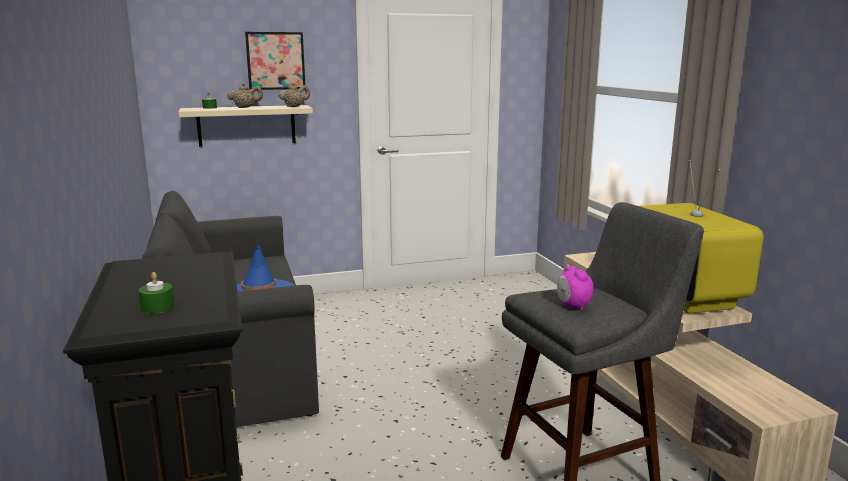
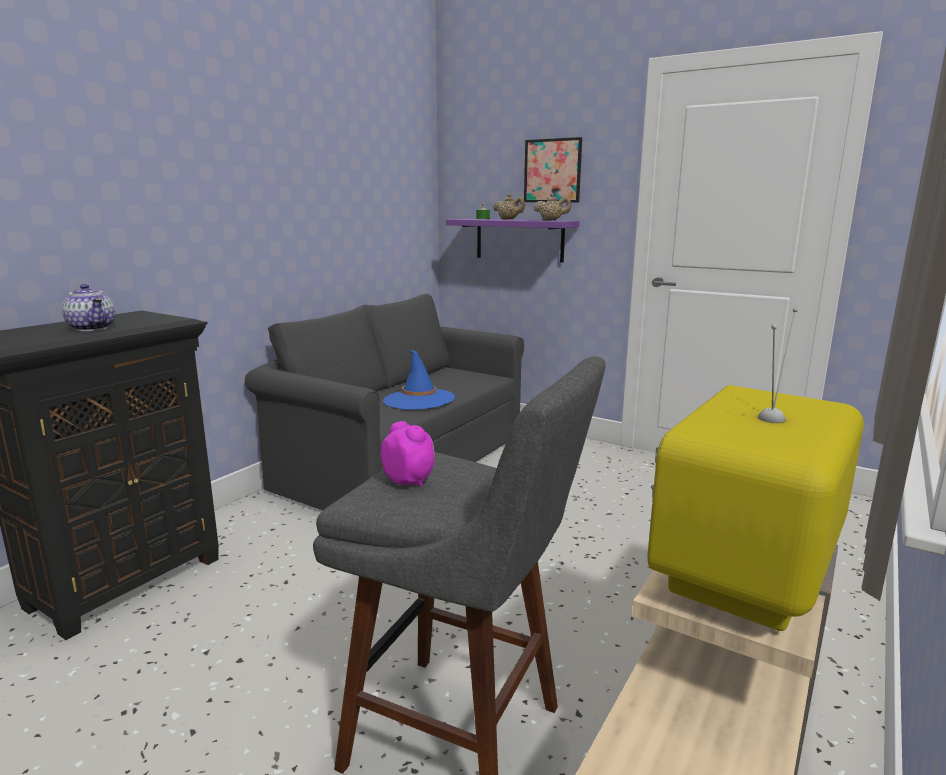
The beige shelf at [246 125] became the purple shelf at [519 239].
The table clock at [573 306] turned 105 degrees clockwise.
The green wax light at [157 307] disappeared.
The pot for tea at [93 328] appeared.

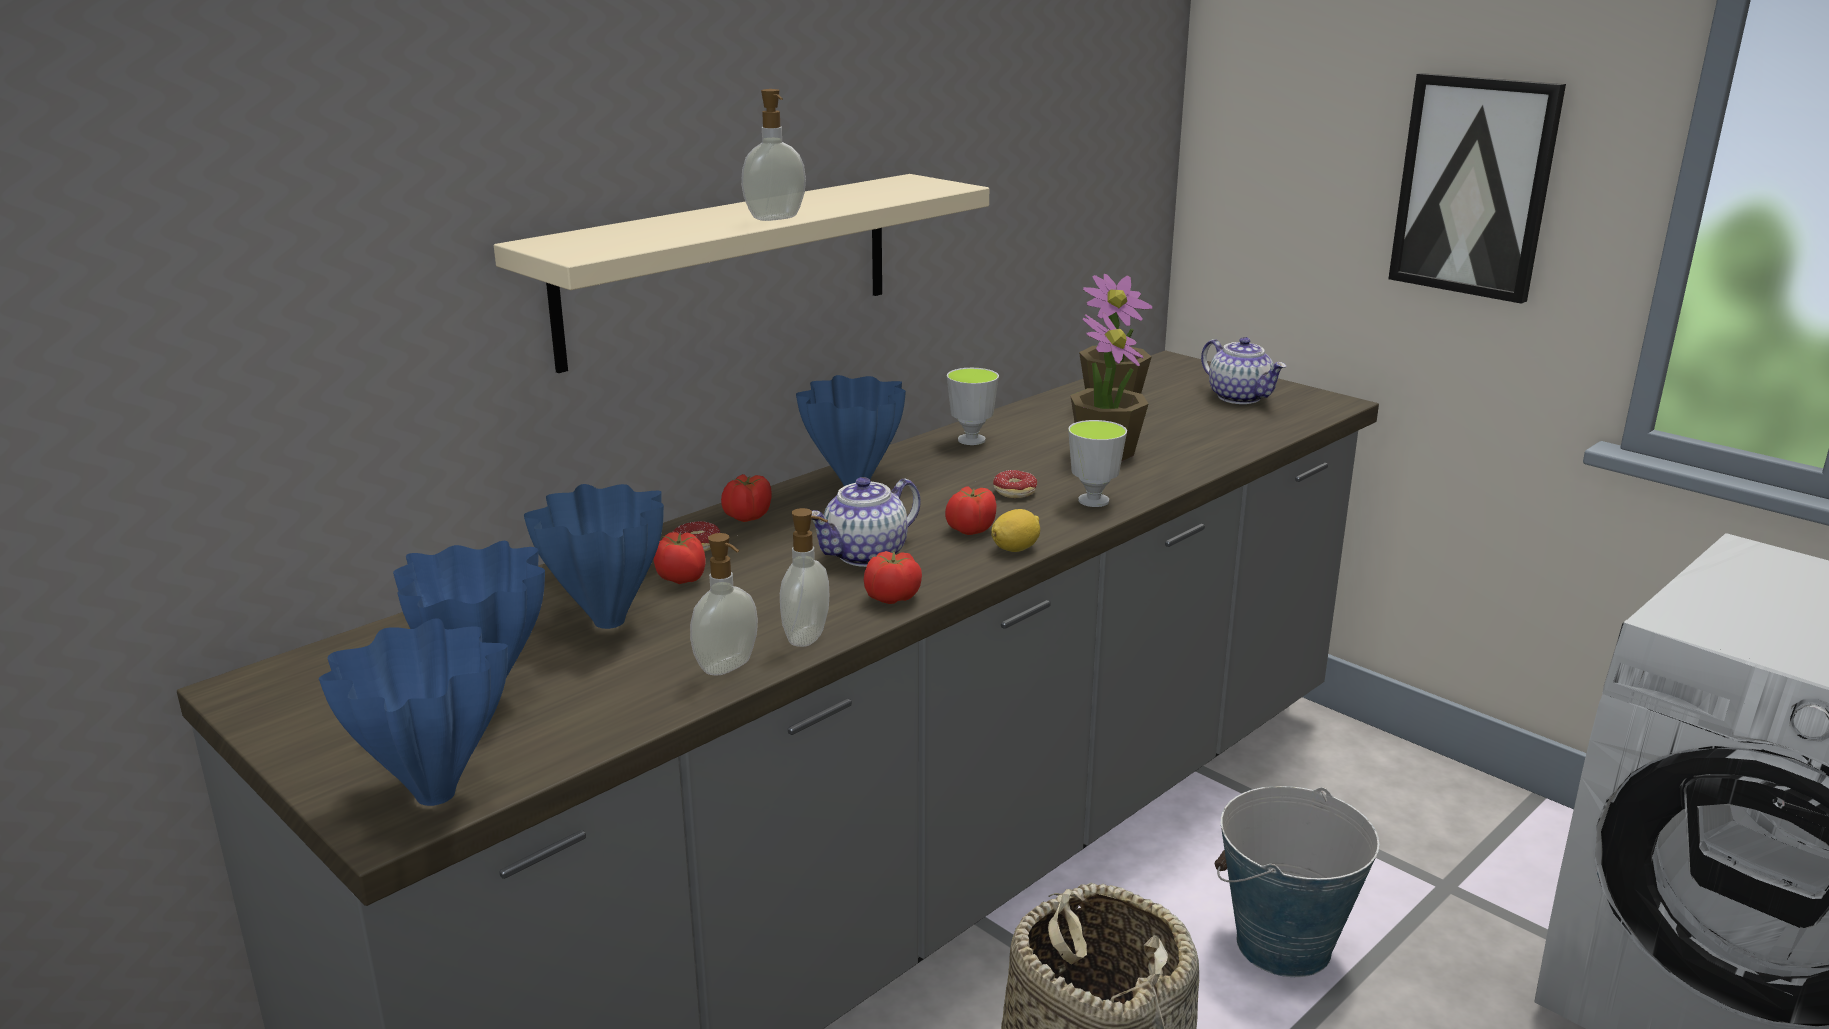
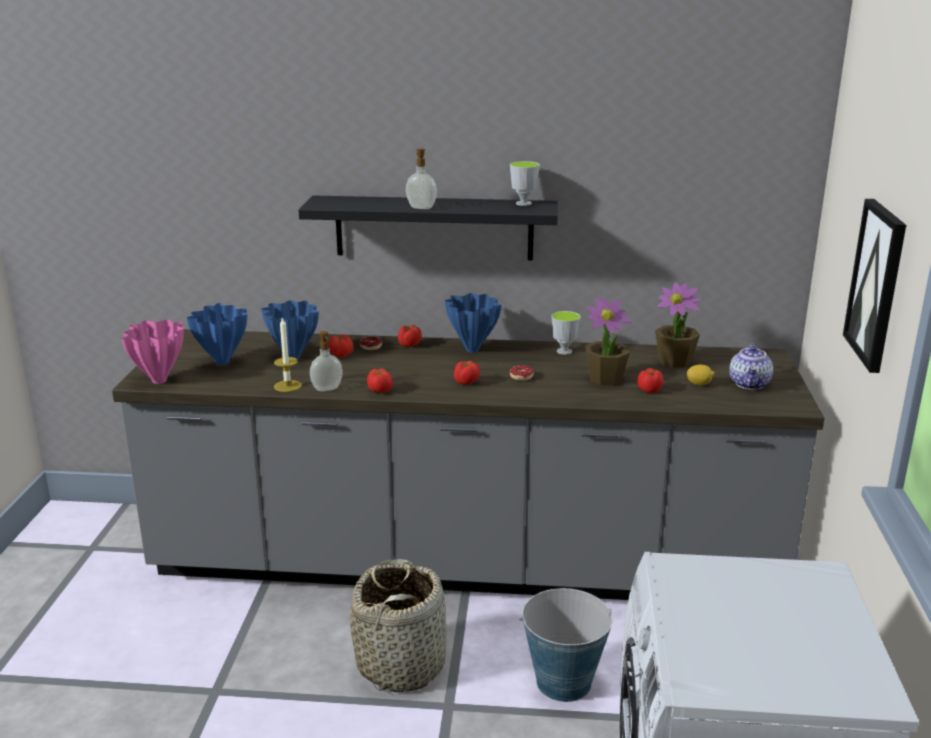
The beige shelf at [729 268] became the black shelf at [434 227].
The cup moved from [1093 501] to [523 203].
The pot for tea at [865 555] disappeared.
The citrus fruit moved from [1015 548] to [699 384].
The soap dispenser at [728 667] was replaced by the wax light at [287 386].
The blue-coloured decorative vase at [436 792] became the pink-coloured decorative vase at [160 380].
The tomato at [650 390] appeared.

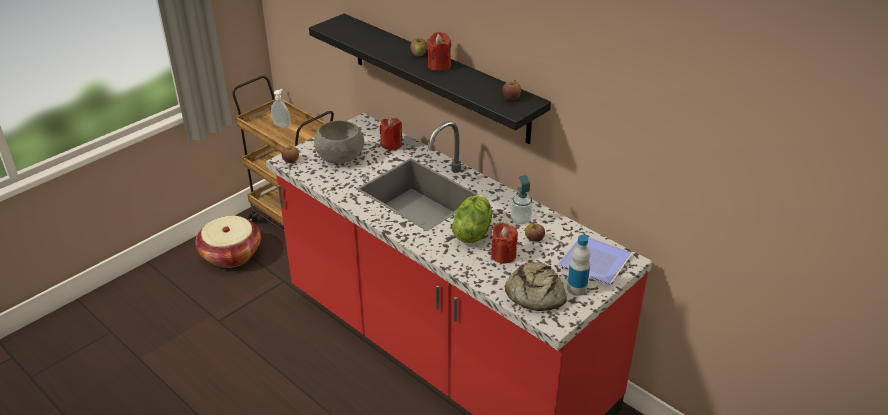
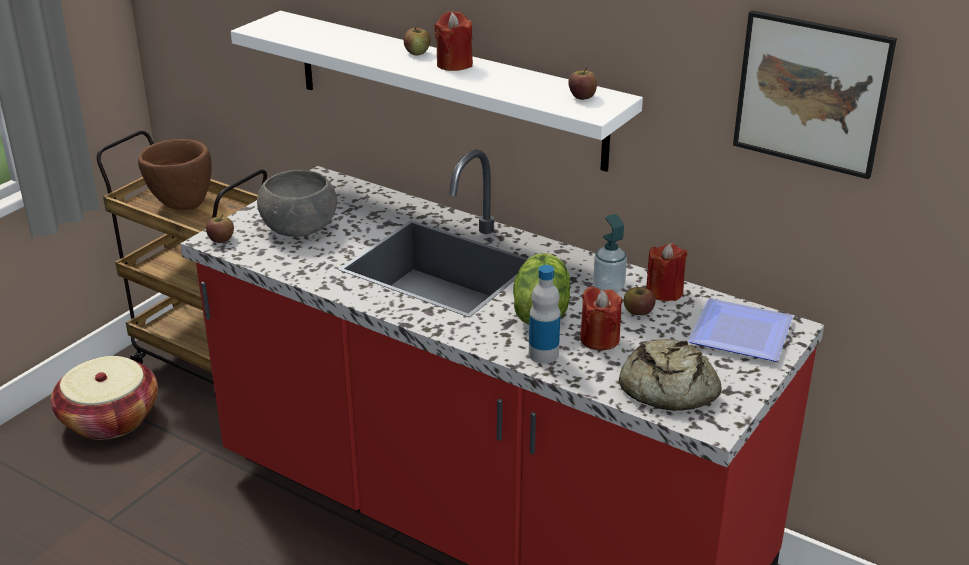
The black shelf at [438 77] became the white shelf at [446 88].
The soap dispenser at [282 125] was replaced by the brownish bowl at [181 203].
The red-coloured wax light moved from [391 145] to [664 292].
The bottle moved from [576 289] to [543 354].
The wall picture at [811 93] appeared.

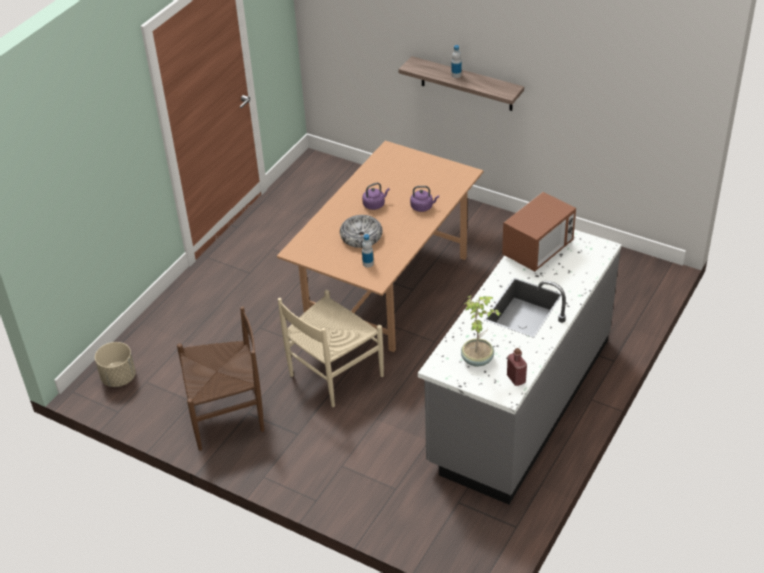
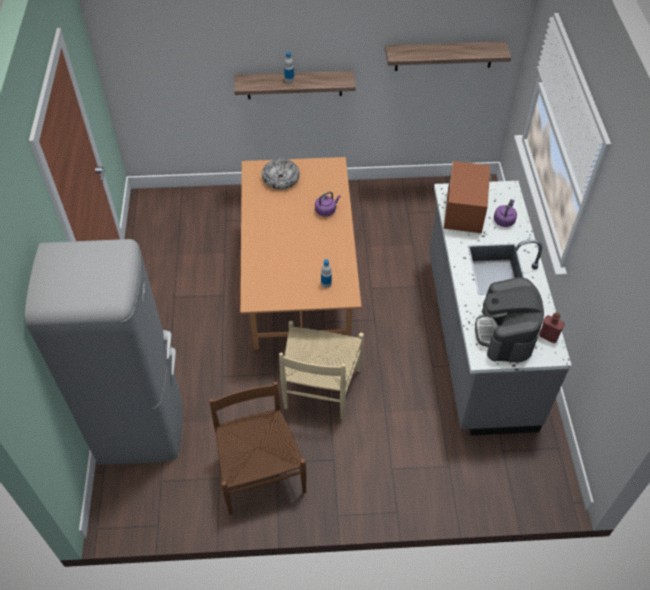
The purple tea kettle moved from [375 204] to [504 220].
The bowl moved from [361 236] to [280 178].
The potted plant at [478 359] was replaced by the coffee brewer at [505 333].
The brownish chair at [227 415] turned 60 degrees counterclockwise.
The beige plant pot at [118 377] disappeared.
The shelf at [444 56] appeared.
The grey refrigerator at [143 427] appeared.

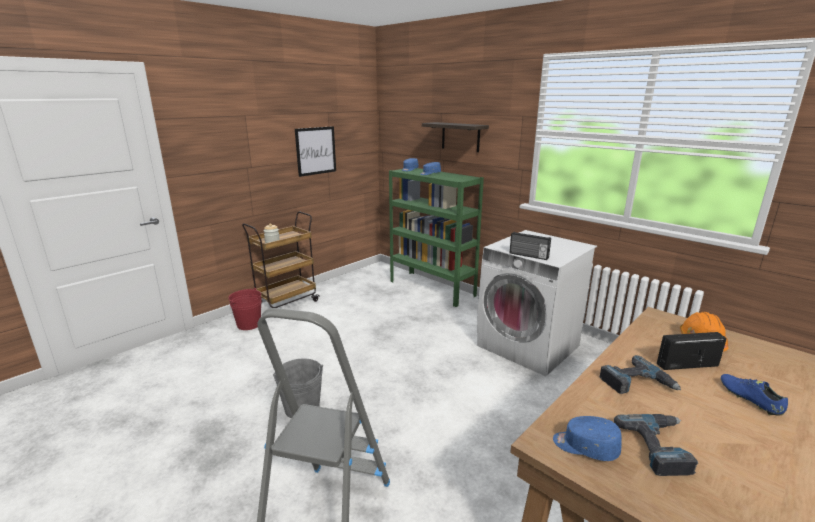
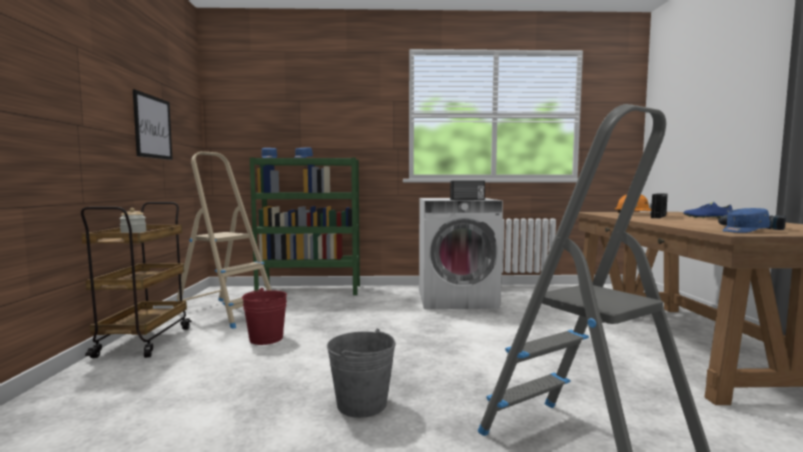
The shelf at [460 137] disappeared.
The red-coloured bucket moved from [249 324] to [266 338].
The drill at [636 383] disappeared.
The beige step stool at [227 313] appeared.

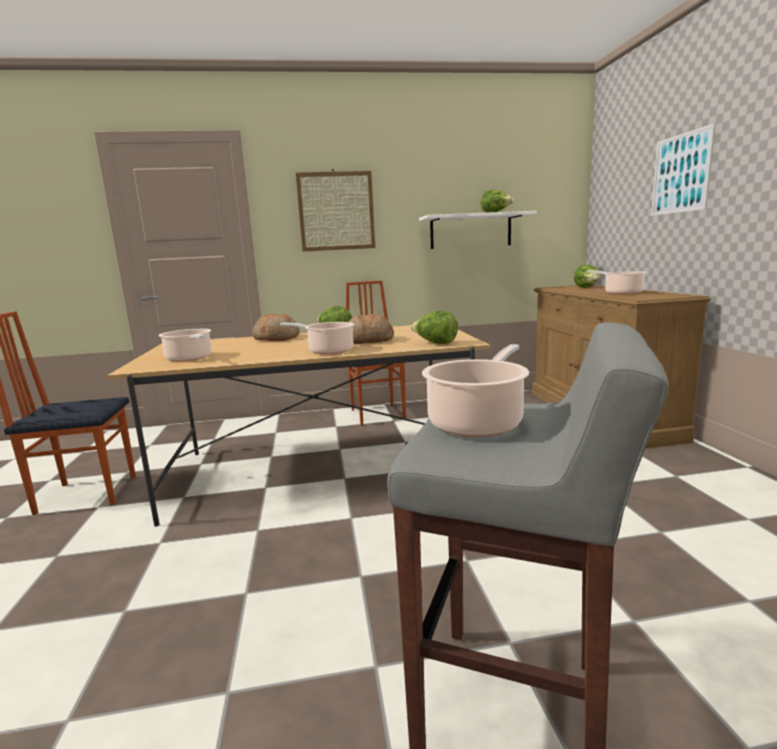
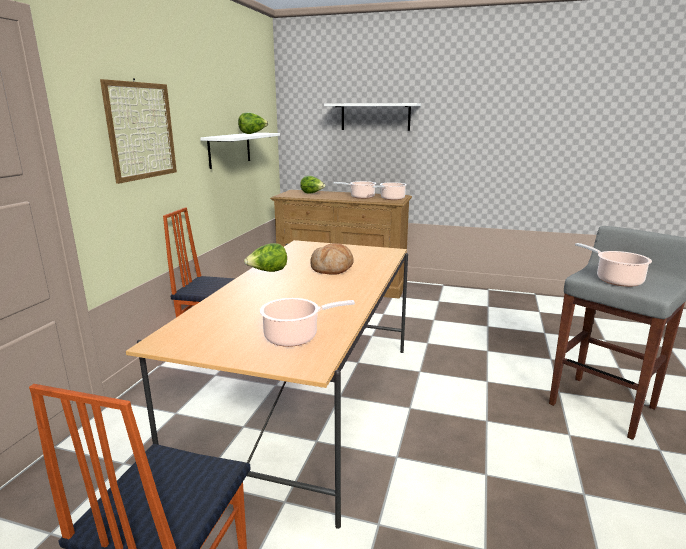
The wall picture at [680 173] was replaced by the white shelf at [375 117].
The lettuce head at [435 343] disappeared.
The baked bread at [277 338] disappeared.
The cooking pot moved from [328 351] to [391 199].

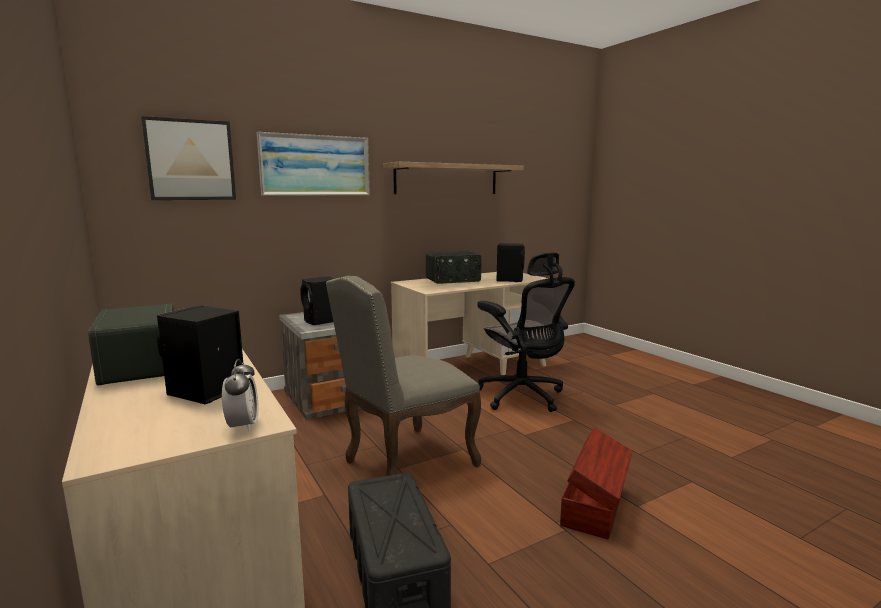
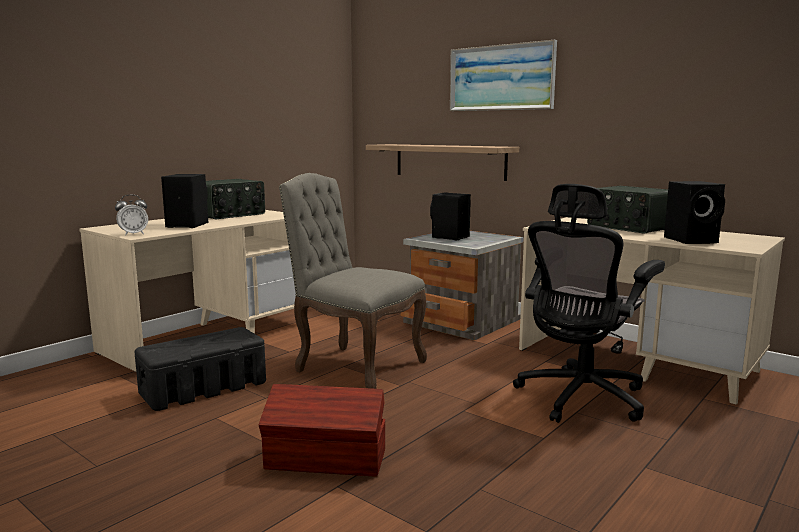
The wall picture at [190 160] disappeared.
The shelf moved from [447 179] to [449 161].

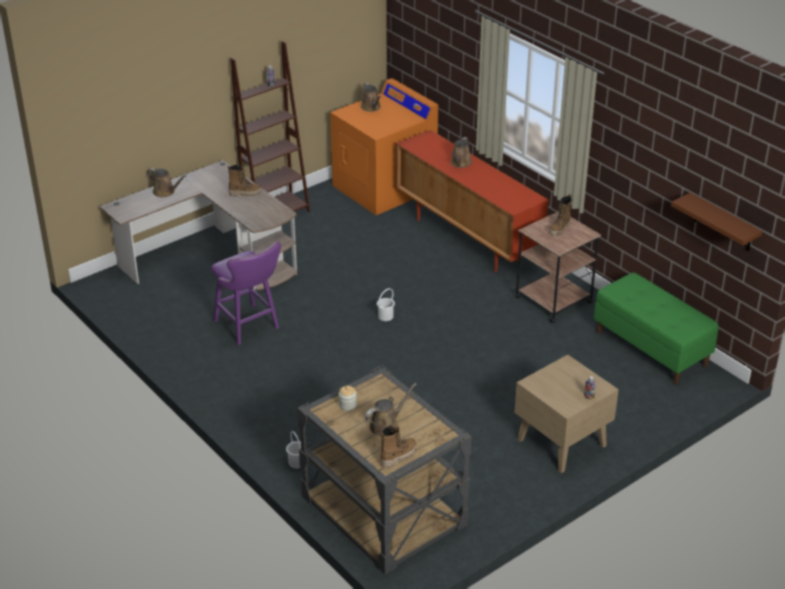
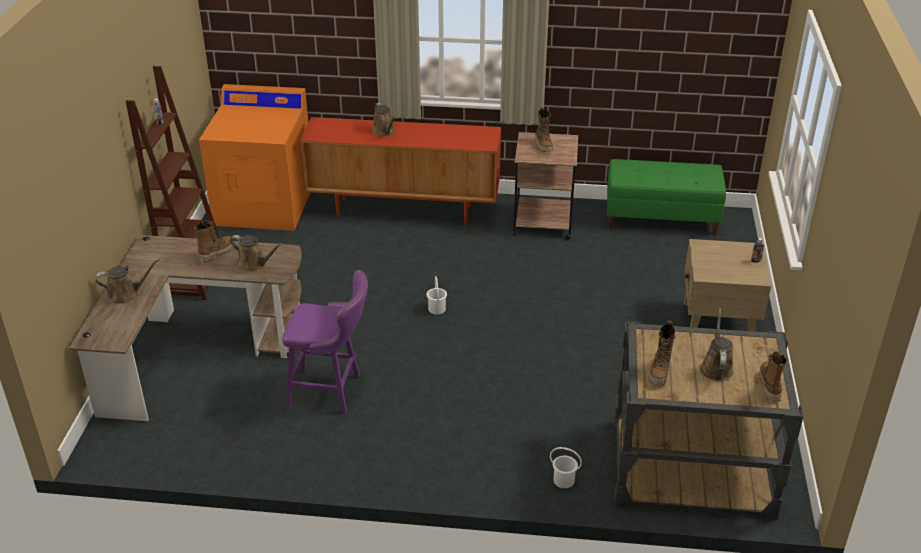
The brownish watering pot moved from [371 108] to [254 264].
The brownish shelf at [723 223] disappeared.
The jar at [347 405] was replaced by the high-top boot at [660 372].

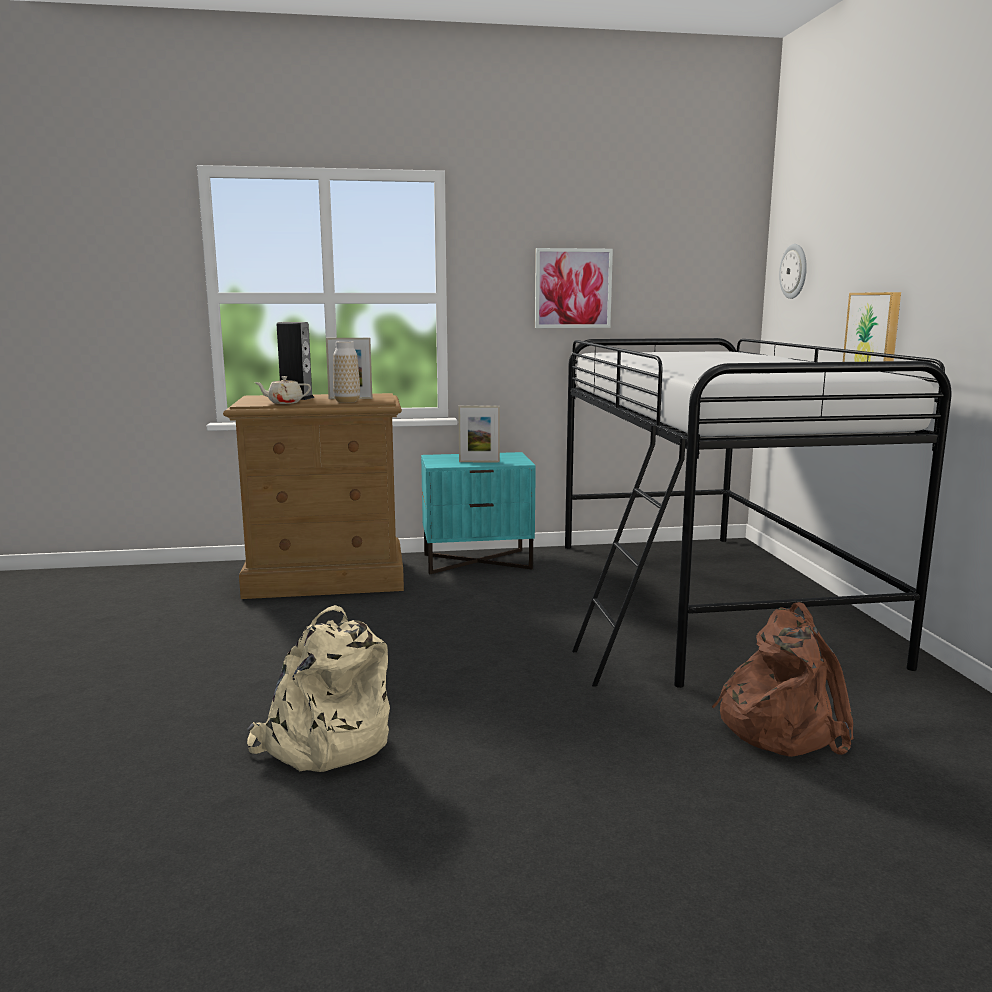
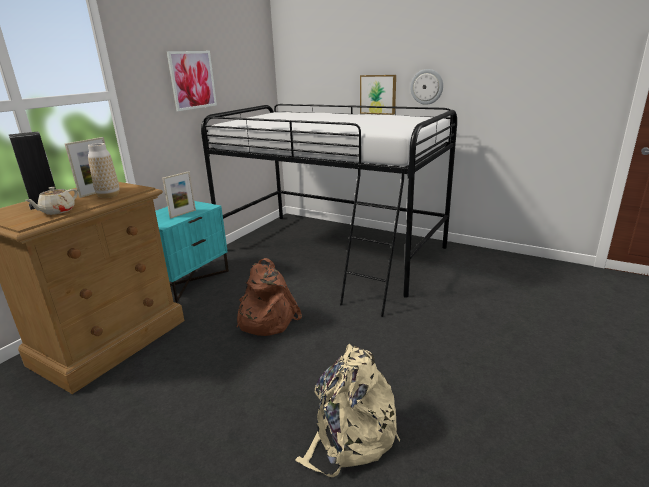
The wall clock moved from [794 271] to [427 86].
The brownish knapsack moved from [780 726] to [265 319].

